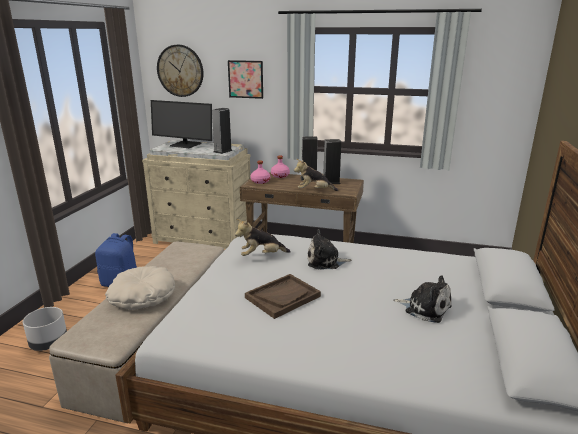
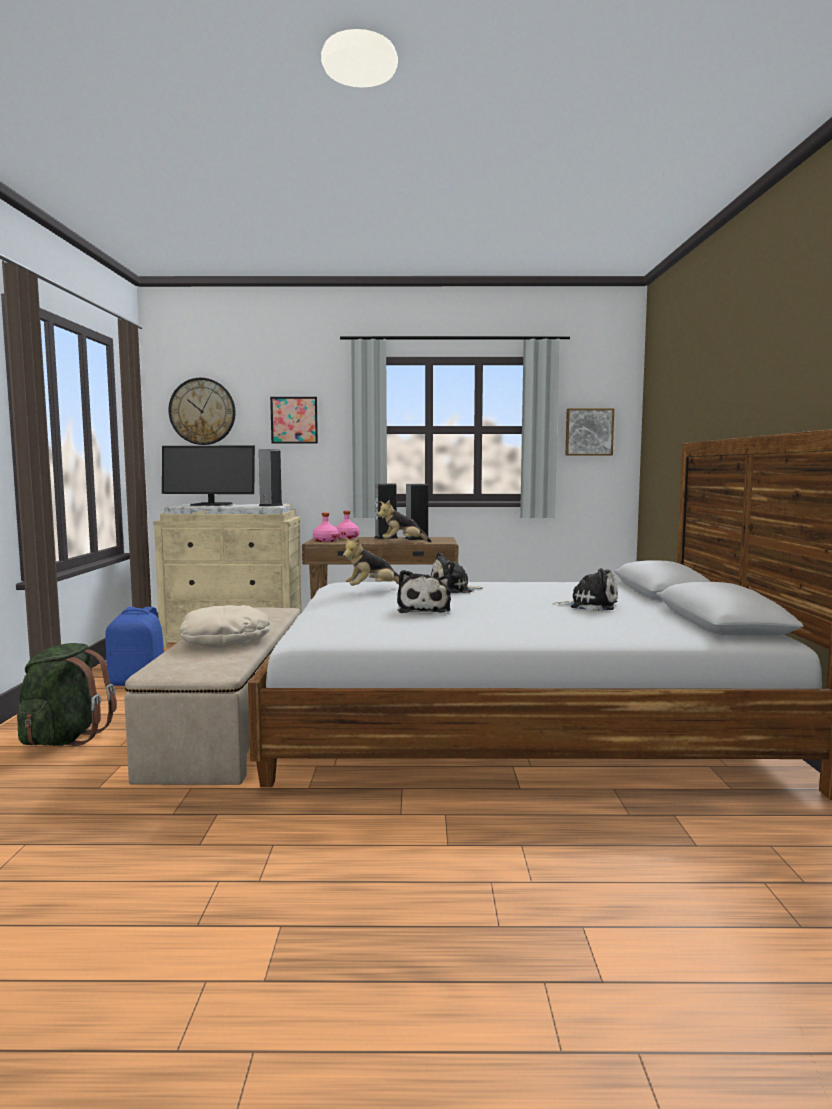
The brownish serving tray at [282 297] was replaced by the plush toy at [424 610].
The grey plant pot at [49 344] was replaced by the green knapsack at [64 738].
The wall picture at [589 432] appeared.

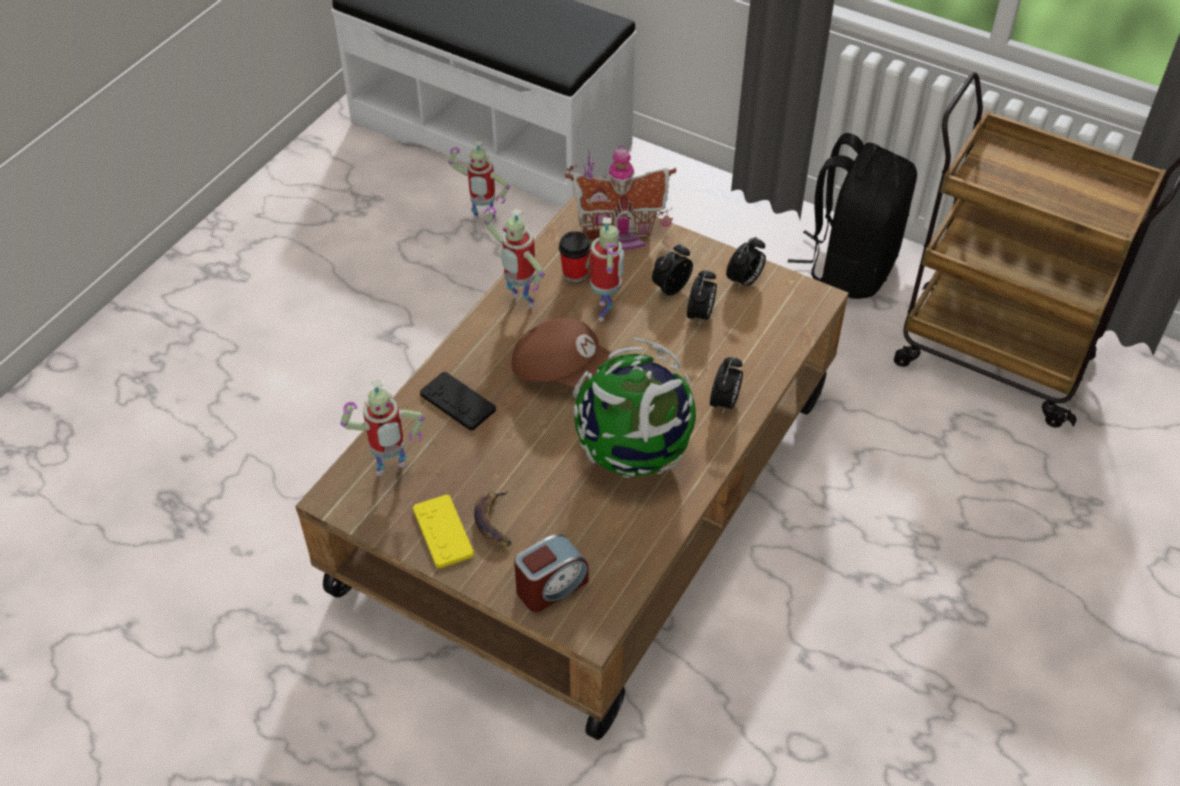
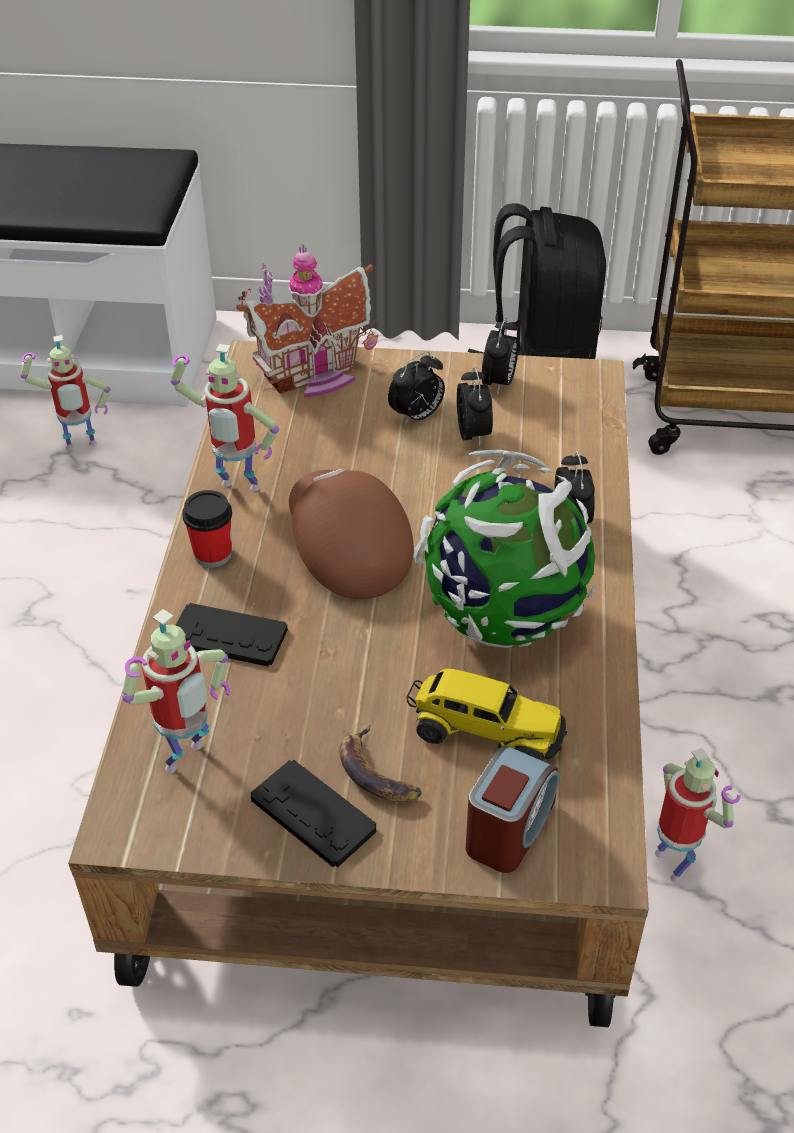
The model robot moved from [606 312] to [674 864].
The cup moved from [575 273] to [213 554].
The table clock at [670 288] turned 150 degrees counterclockwise.
The brownish peaked cap at [563 370] turned 120 degrees counterclockwise.
The yellow game controller at [443 532] became the black game controller at [313 814].
The toy lorry at [485 733] appeared.

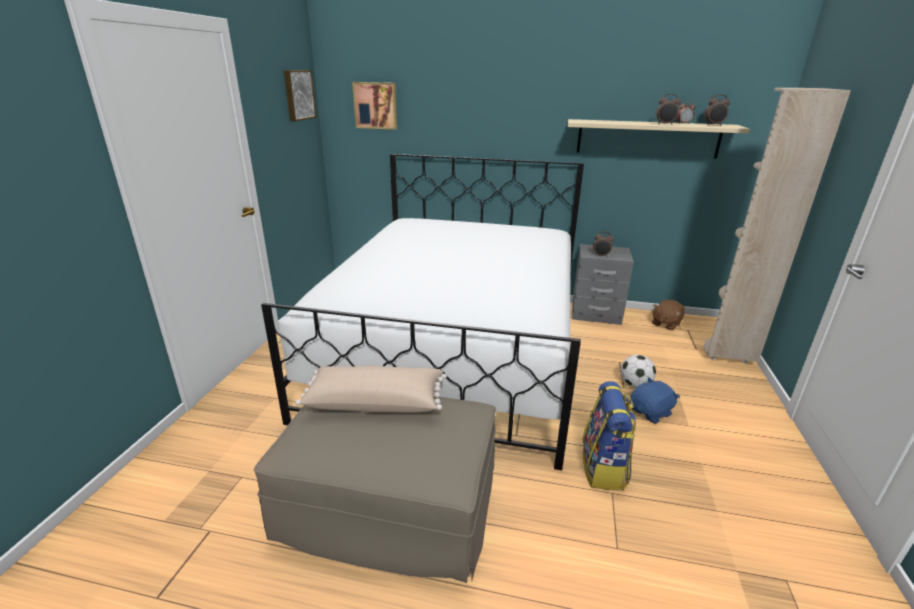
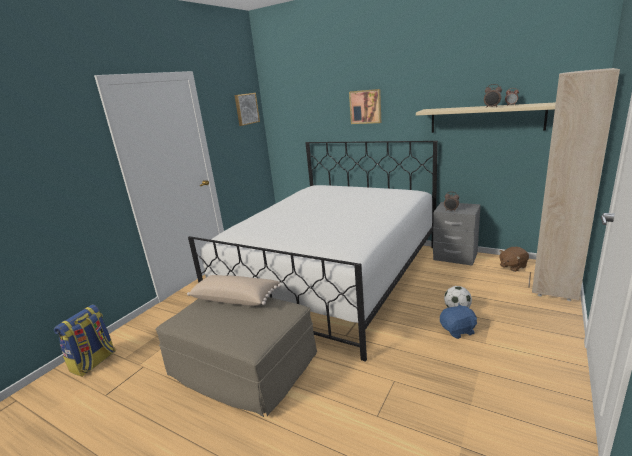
The wall picture moved from [376 105] to [365 106].
The table clock at [713 125] disappeared.
The knapsack moved from [604 468] to [94 362].

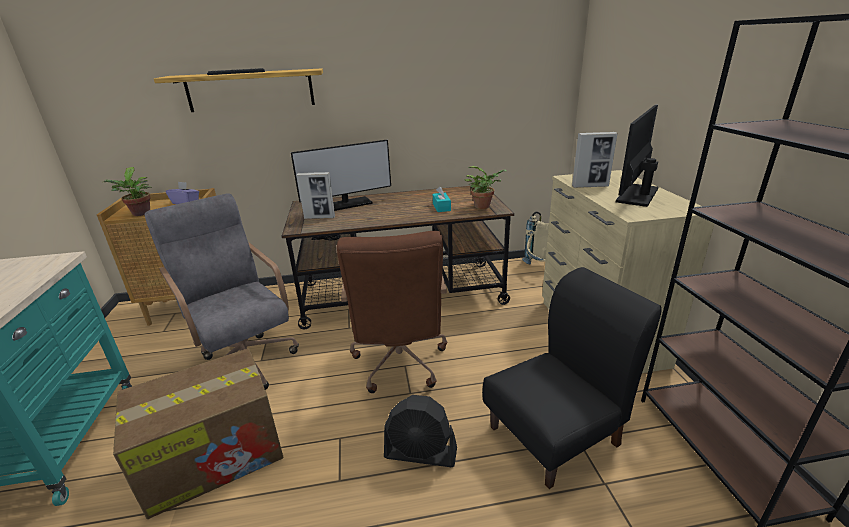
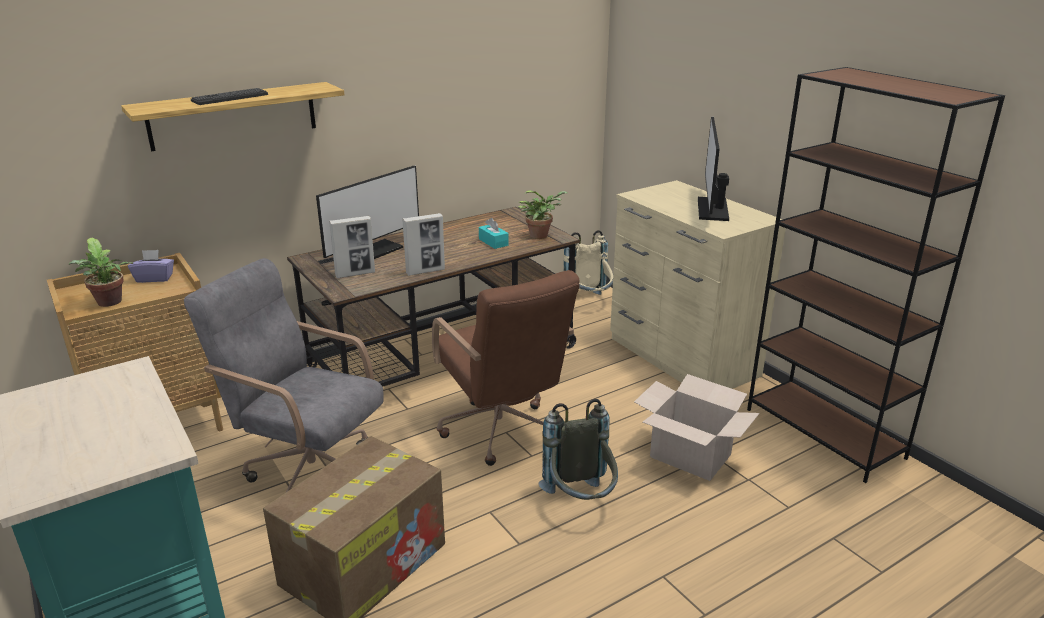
The photo frame moved from [590 186] to [425 271].
The black chair at [555 435] was replaced by the carton at [691 455].
The black fan at [421 453] was replaced by the grey knapsack at [581 501].

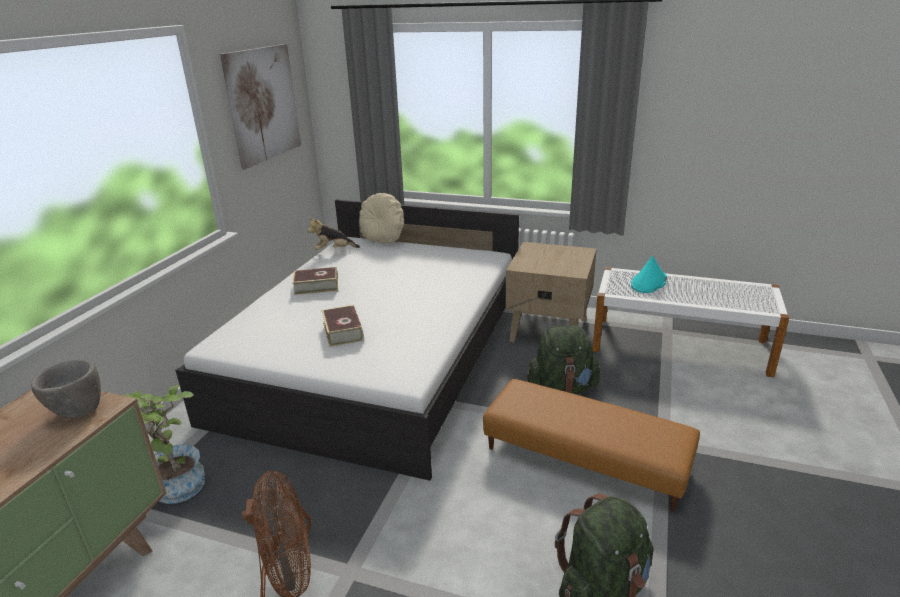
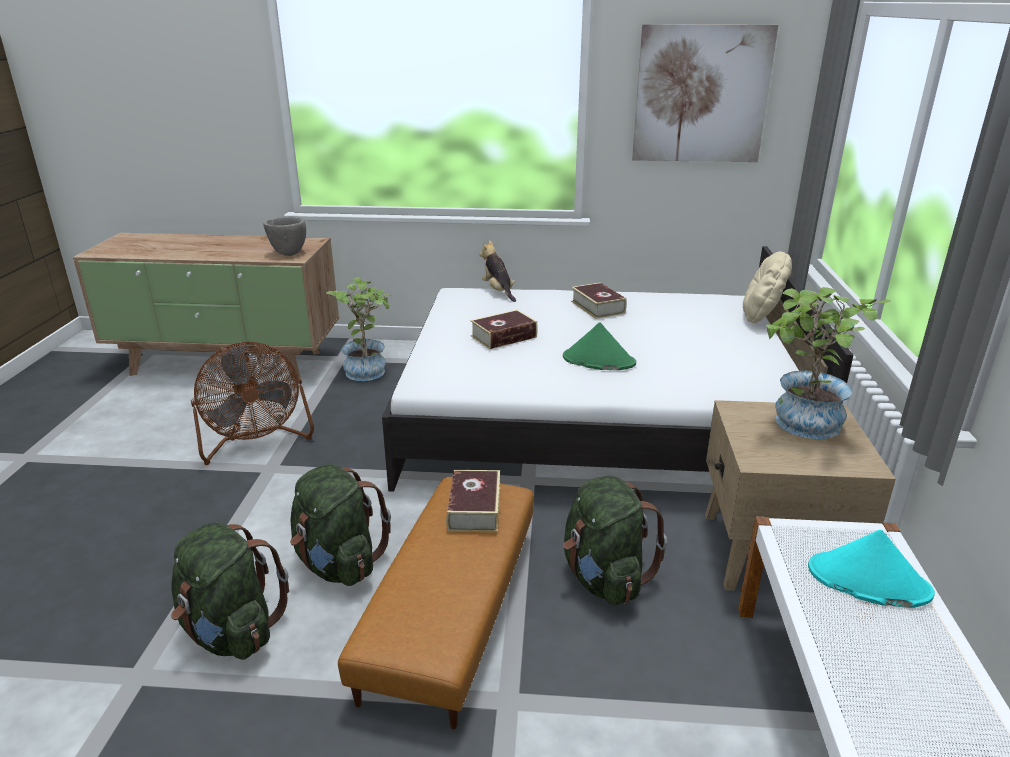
The plush toy moved from [334 250] to [498 291].
The potted plant at [800 425] appeared.
The green clothing hat at [598 360] appeared.
The green knapsack at [338 564] appeared.
The book at [474 509] appeared.

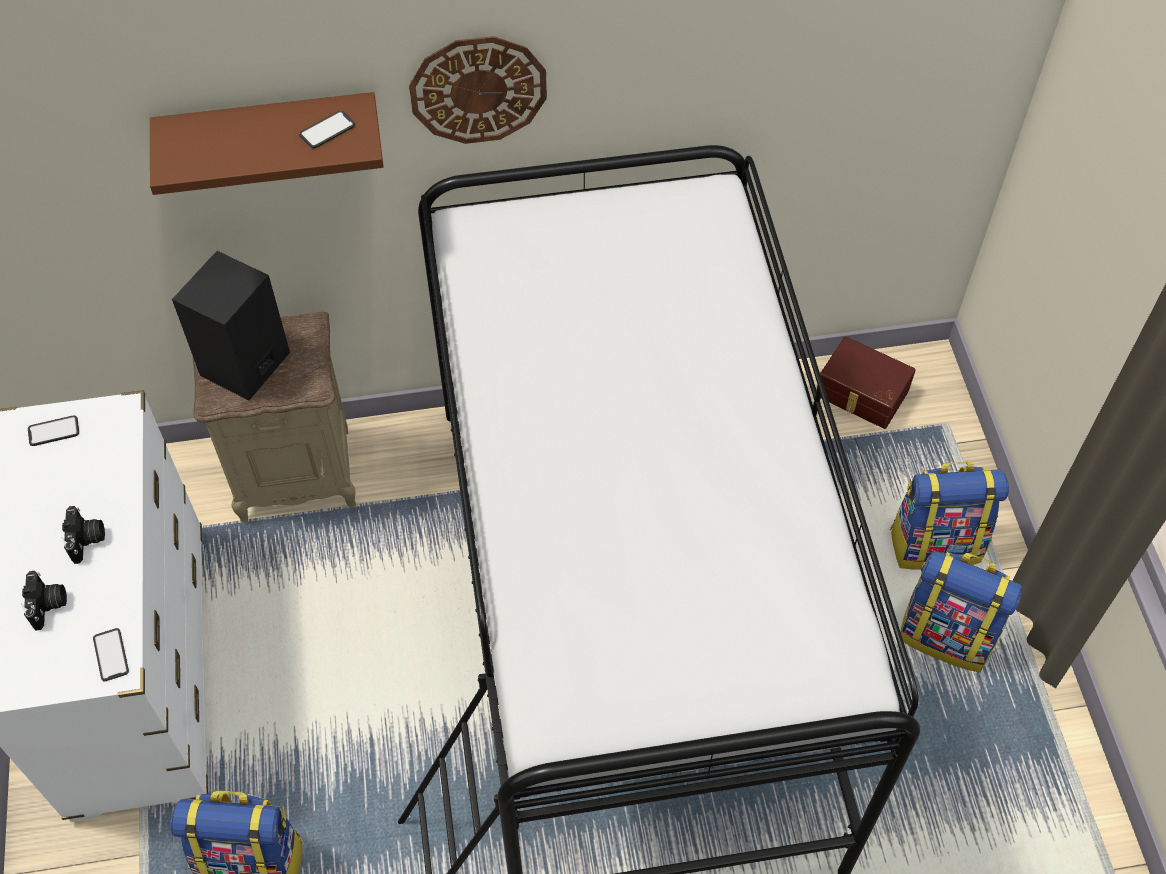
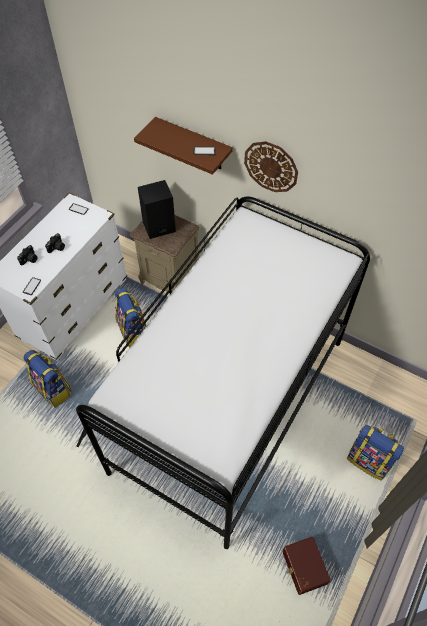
The brownish storage container moved from [861 394] to [303 568].
The knapsack moved from [947 635] to [133 331].

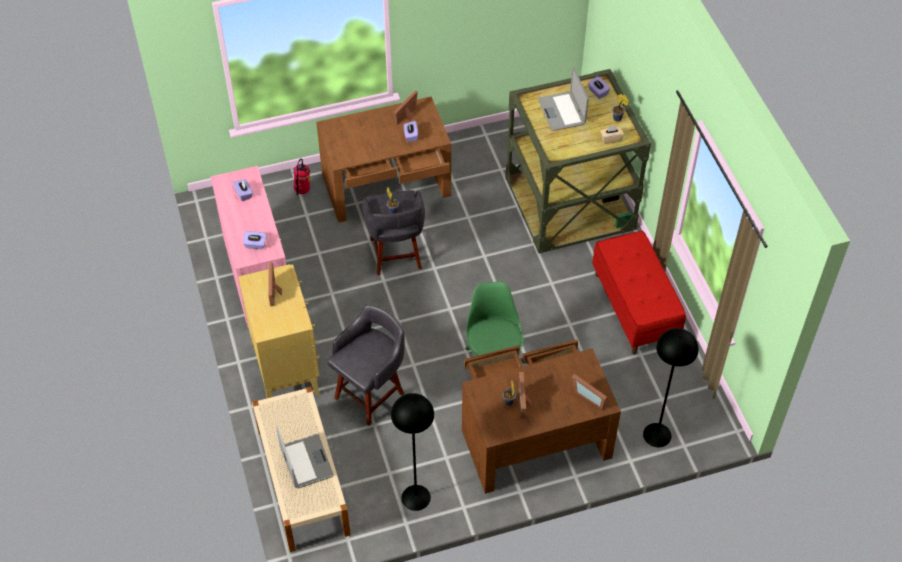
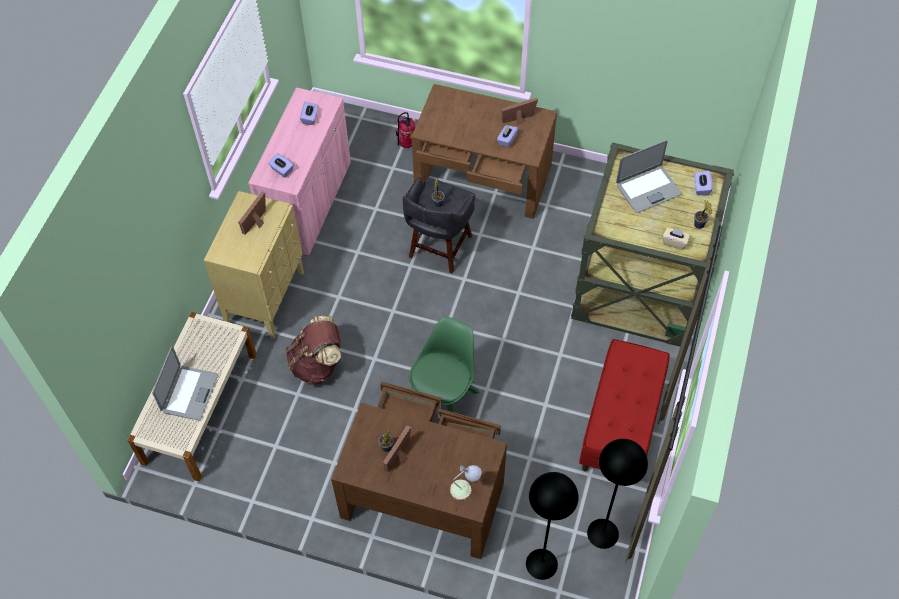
The laptop at [562 112] turned 135 degrees counterclockwise.
The grey stool seat at [371 394] was replaced by the brownish knapsack at [317 364].
The photo frame at [589 396] was replaced by the tabletop lamp at [465 488].
The black floor lamp moved from [416 497] to [603 533].

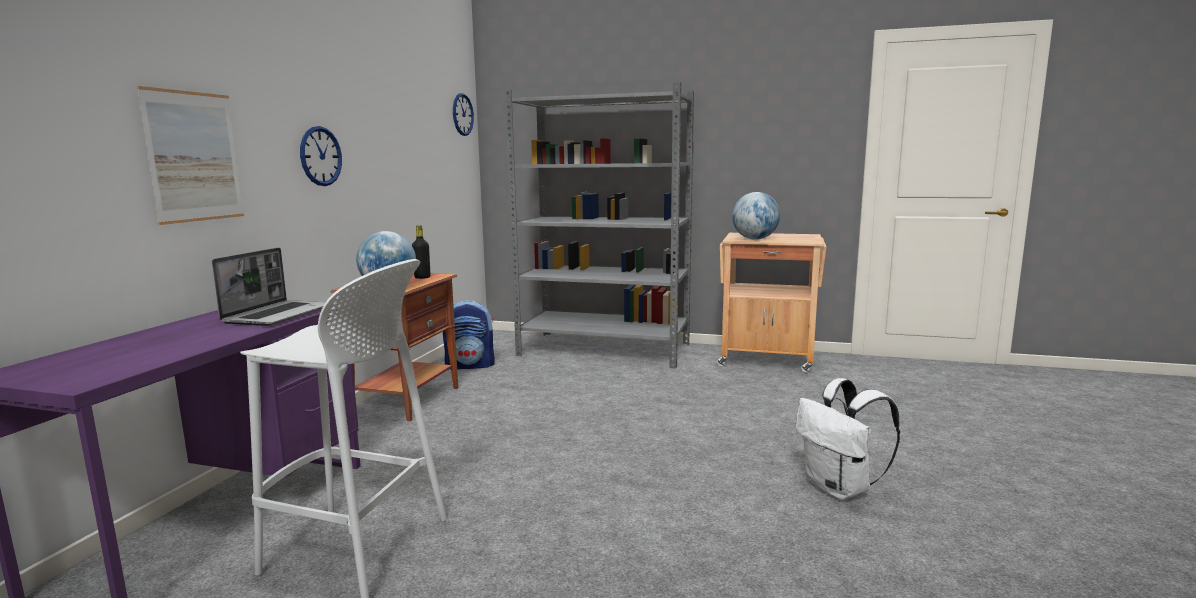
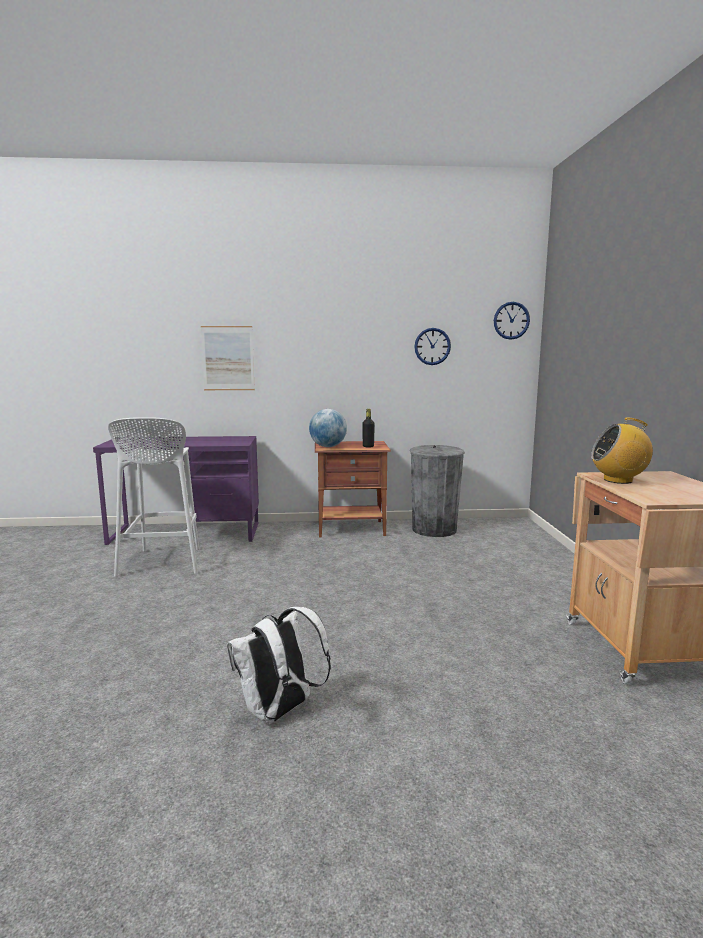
The grey shelving unit at [604 349] disappeared.
The wall clock moved from [320 156] to [432 346].
The world globe at [755 239] was replaced by the radio set at [618 480].
The laptop at [278 314] disappeared.
The knapsack at [471 365] was replaced by the grey trash can at [434 529].

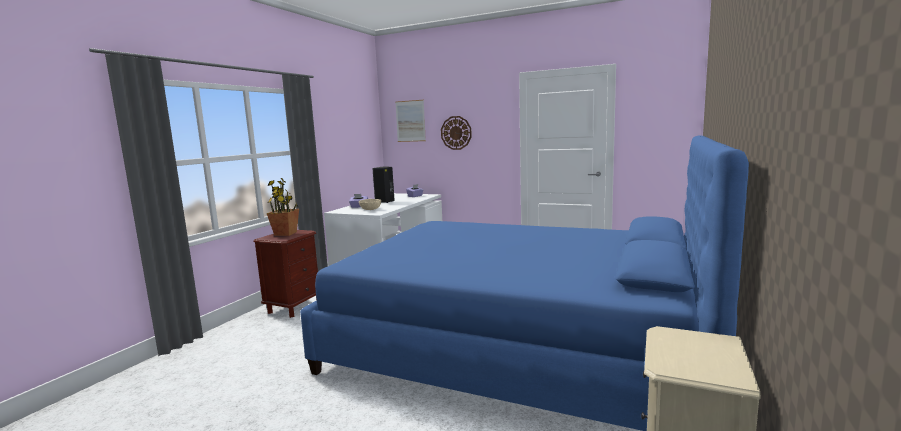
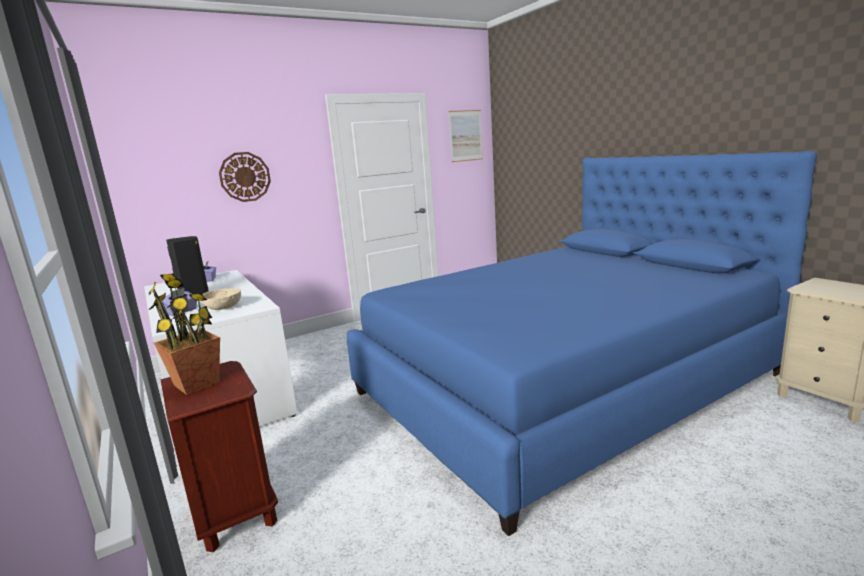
The wall picture moved from [410 121] to [465 135].

